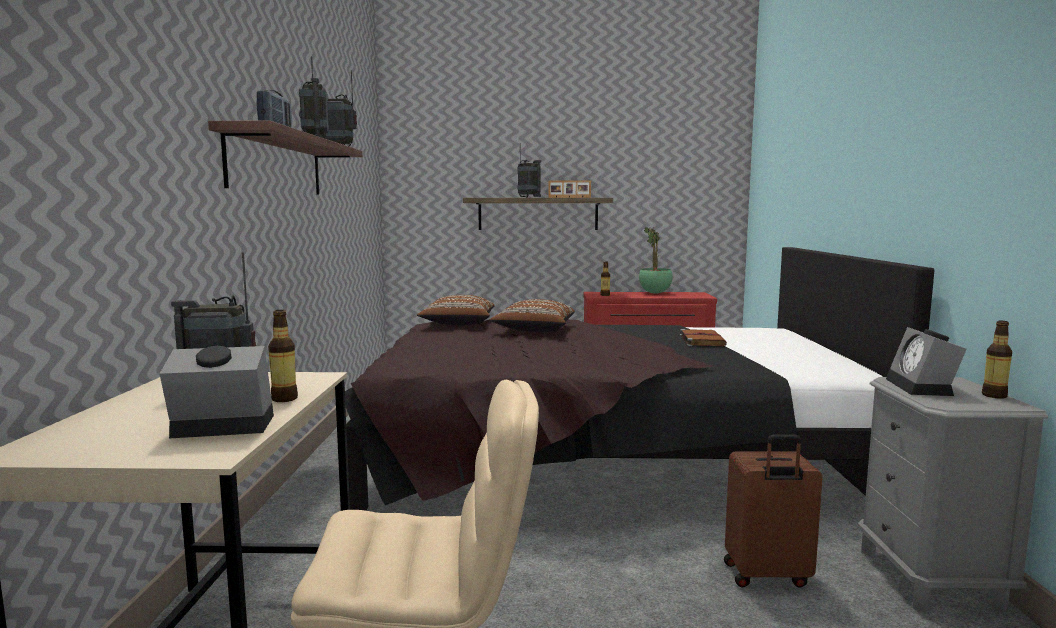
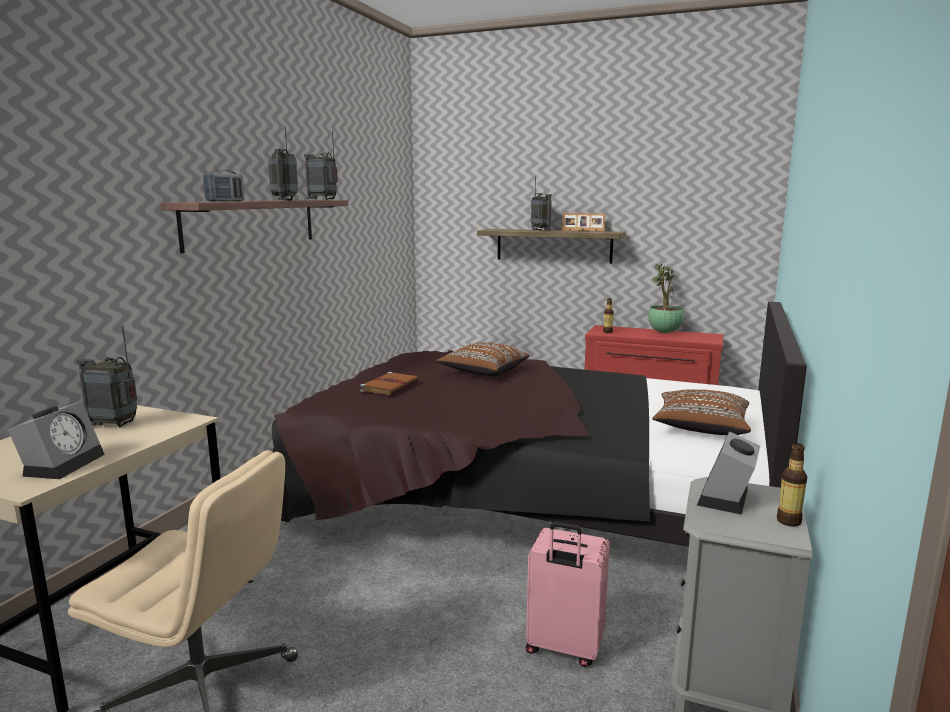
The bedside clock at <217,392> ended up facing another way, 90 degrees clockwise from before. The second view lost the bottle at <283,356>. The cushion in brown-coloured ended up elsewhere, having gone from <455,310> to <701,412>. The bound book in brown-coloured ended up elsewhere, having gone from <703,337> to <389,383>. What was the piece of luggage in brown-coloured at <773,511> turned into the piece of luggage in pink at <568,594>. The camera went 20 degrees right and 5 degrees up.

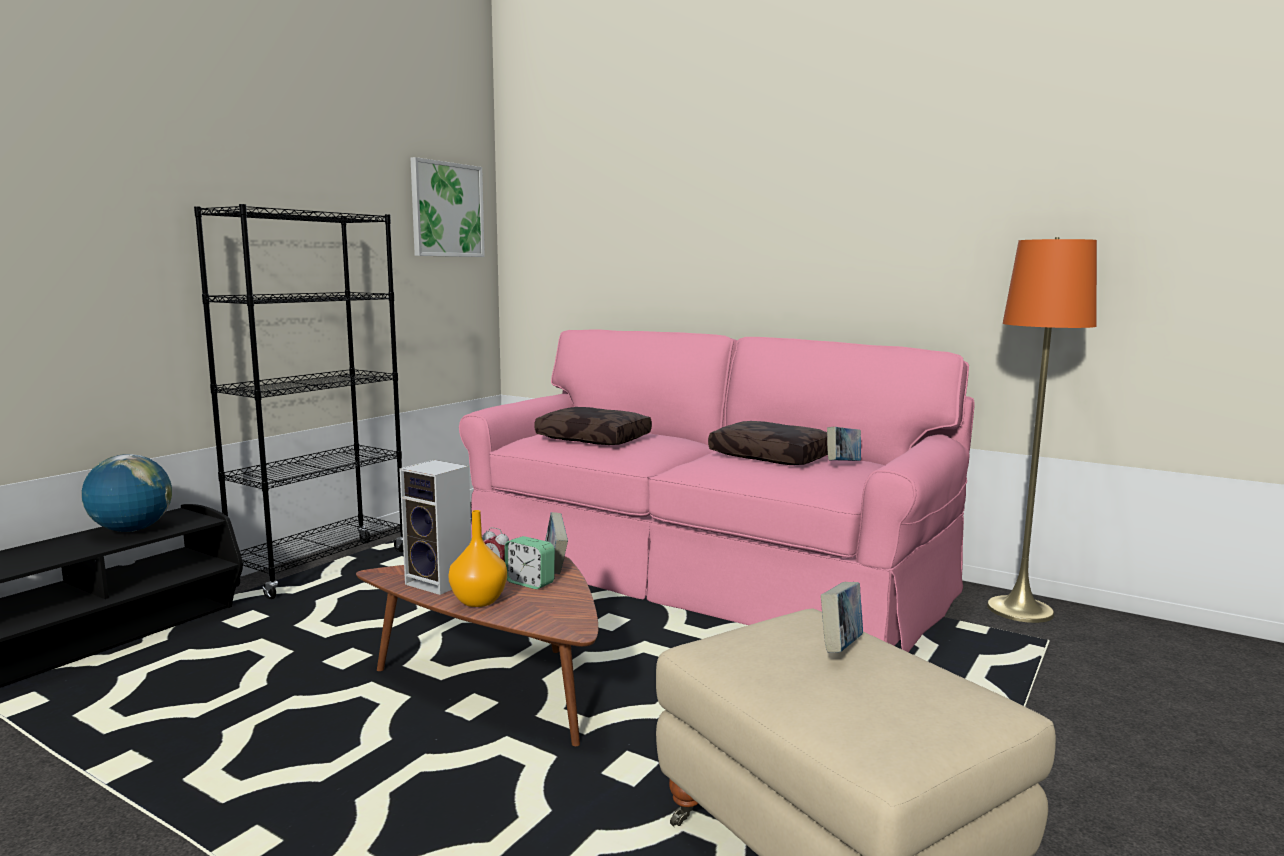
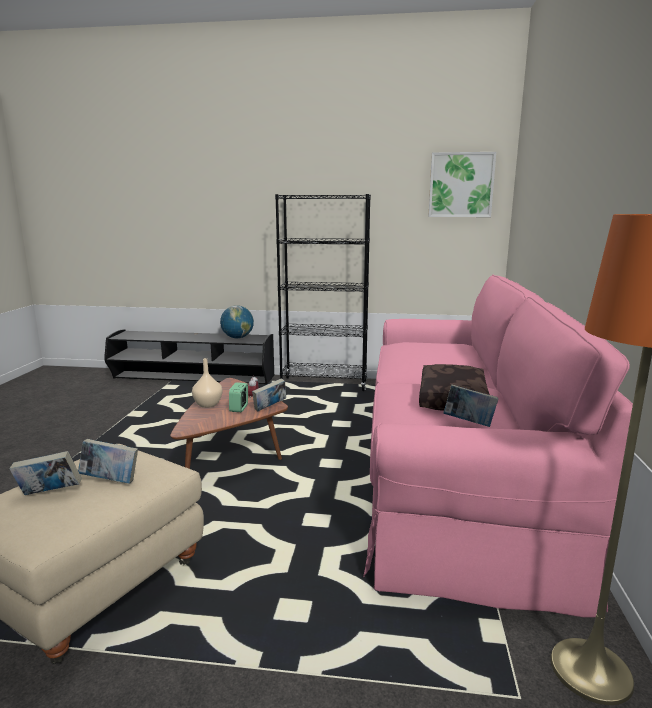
The second view lost the speaker at <435,527>. What was the vase in orange-coloured at <477,558> turned into the vase in sand-coloured at <207,383>. The second view lost the cushion in brown-coloured at <593,426>. The second view gained the bound book at <46,473>. The camera went 65 degrees right and 5 degrees up.

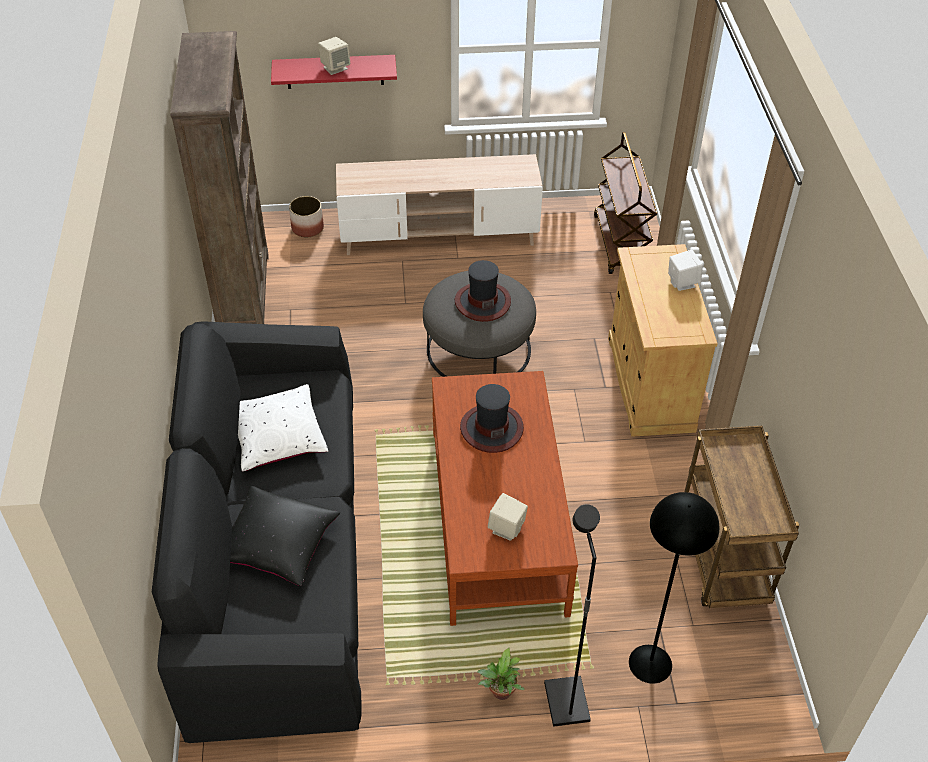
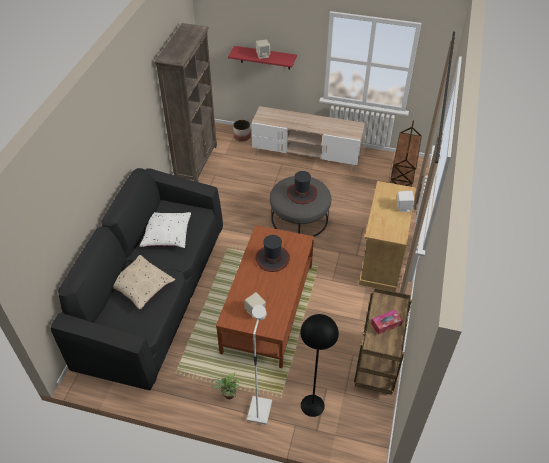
What was the cushion in blackish at <285,536> turned into the cushion in sand-coloured at <144,282>. What was the standard lamp in blackish at <572,615> turned into the standard lamp in white-coloured at <259,365>. The second view gained the tissue box at <387,322>. The camera went 20 degrees right and 0 degrees up.

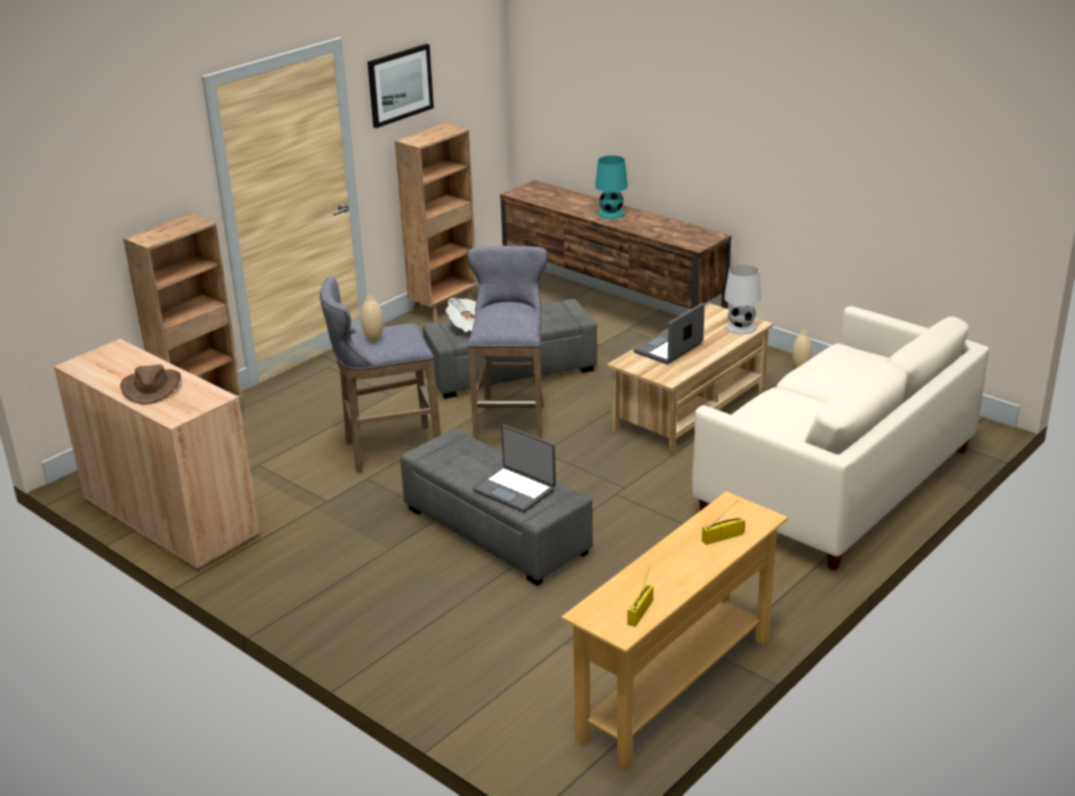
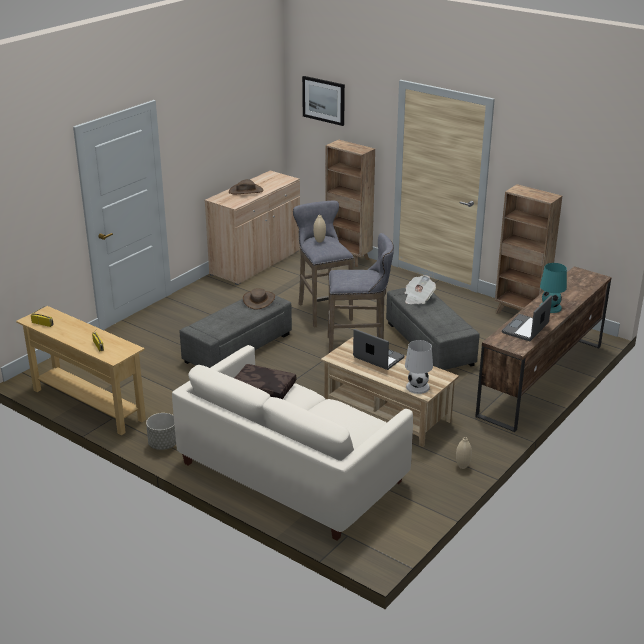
The wall art ended up elsewhere, having gone from <400,86> to <323,101>. The laptop ended up elsewhere, having gone from <514,469> to <527,318>. The second view gained the planter in gray at <161,431>. The second view gained the cushion in brown-coloured at <265,381>. The second view gained the wearable hat in brown-coloured at <259,298>. The camera went 85 degrees right and 0 degrees up.

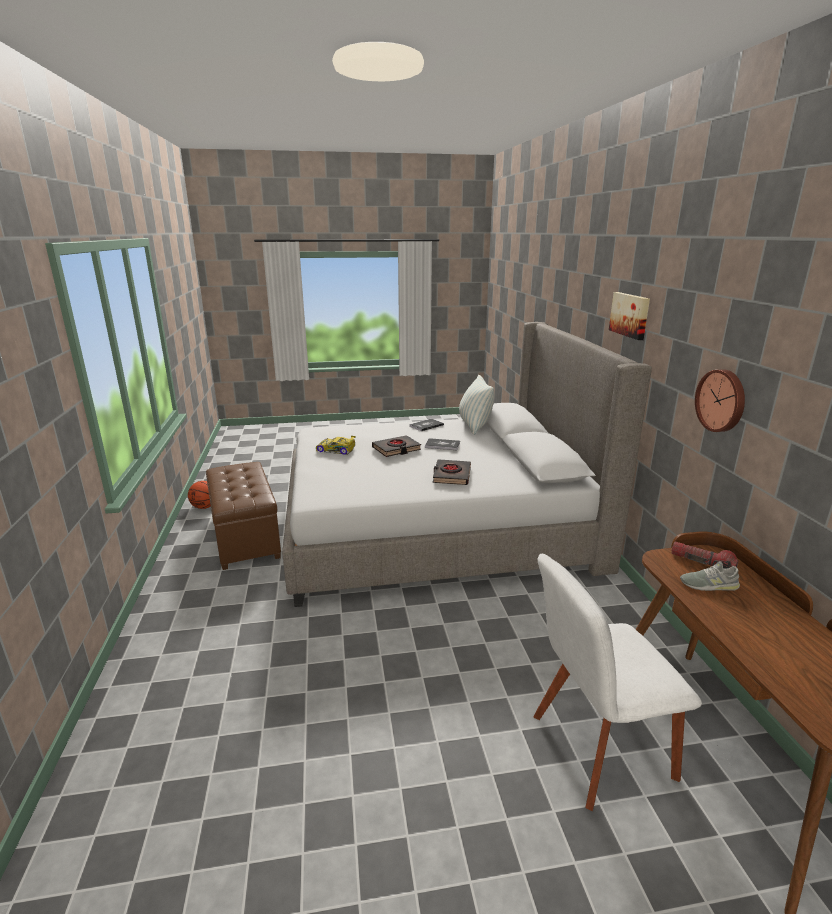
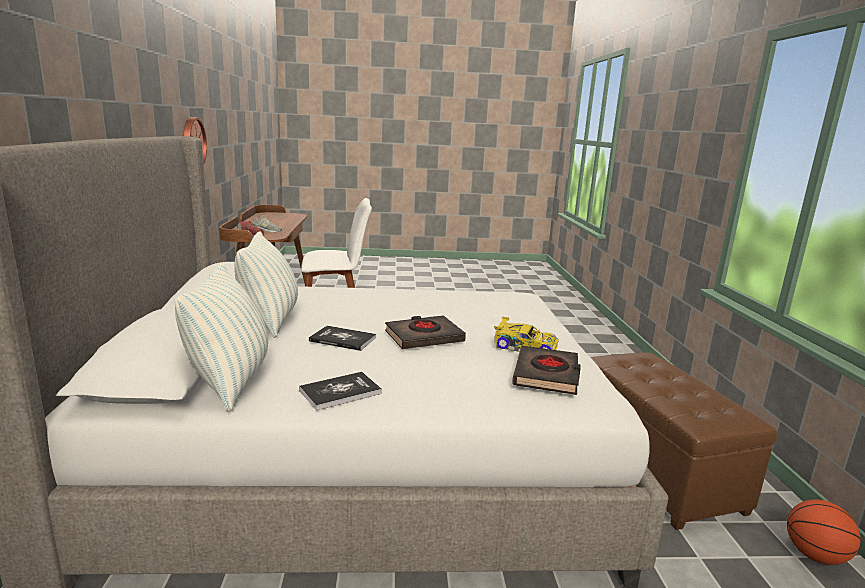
The bound book in blackish ended up elsewhere, having gone from <451,472> to <546,370>. The second view lost the wall art at <629,316>. The second view gained the cushion at <266,284>. The camera went 175 degrees left and 5 degrees down.

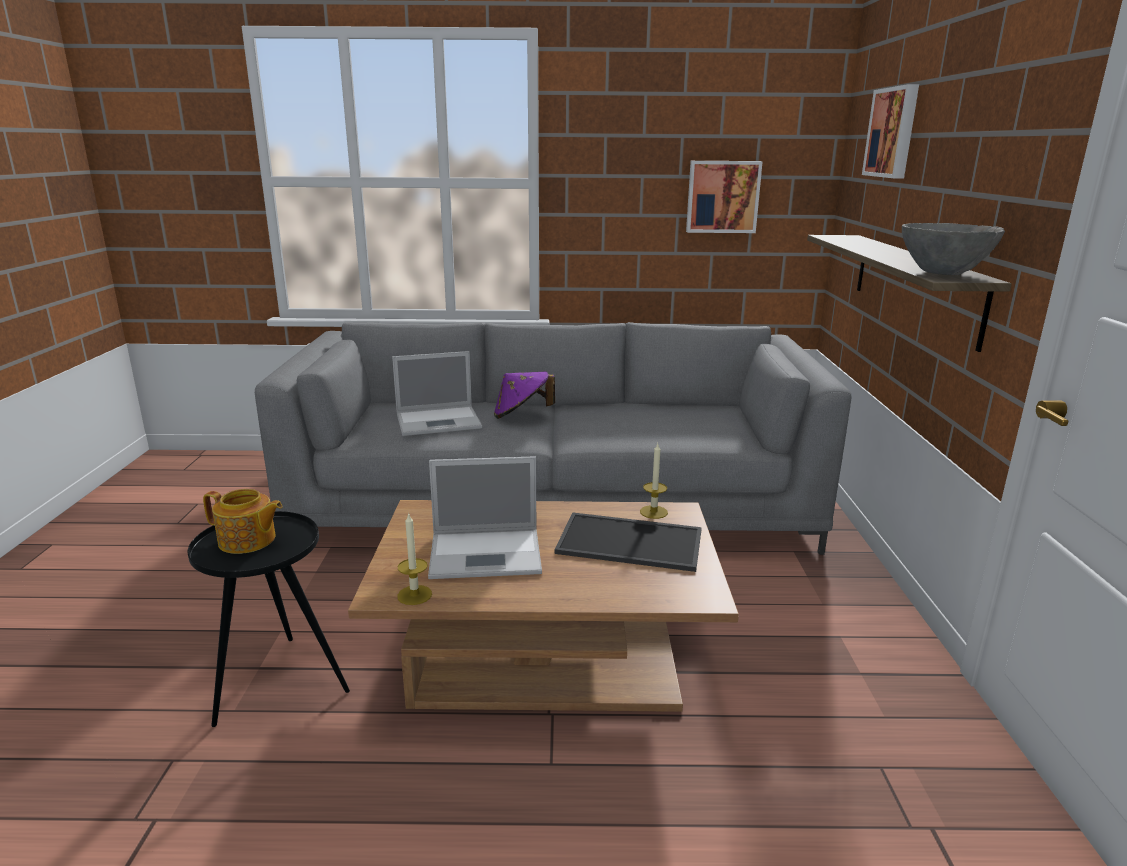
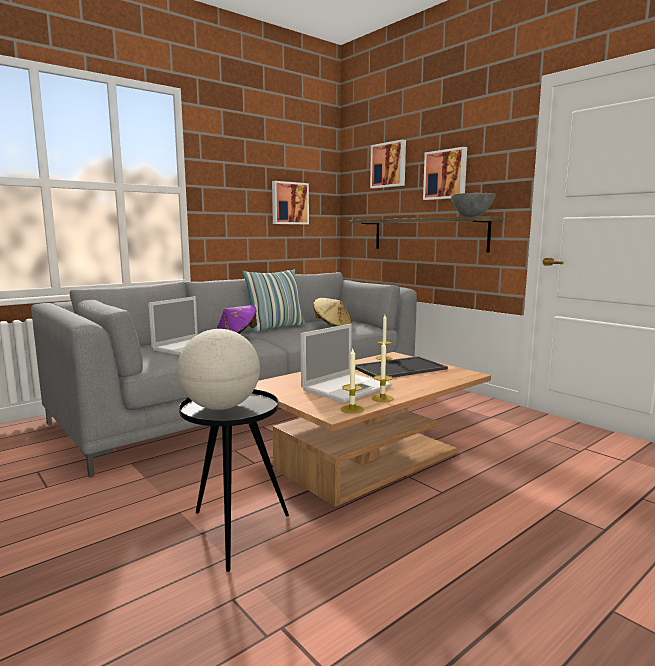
Where the teapot stood at <243,521>, the desk globe came to stand at <218,369>. The second view gained the cushion at <274,301>. The second view gained the wearable hat in sand-coloured at <332,312>. The second view gained the candle at <383,371>. The second view gained the wall art at <445,173>. The camera went 40 degrees left and 10 degrees down.

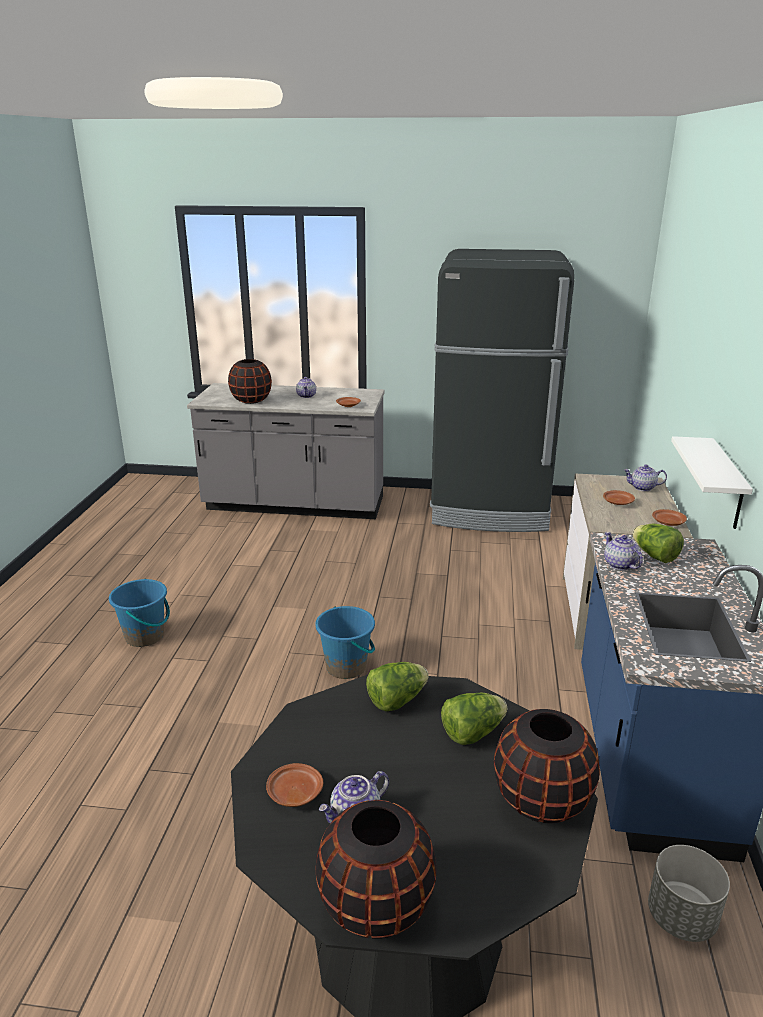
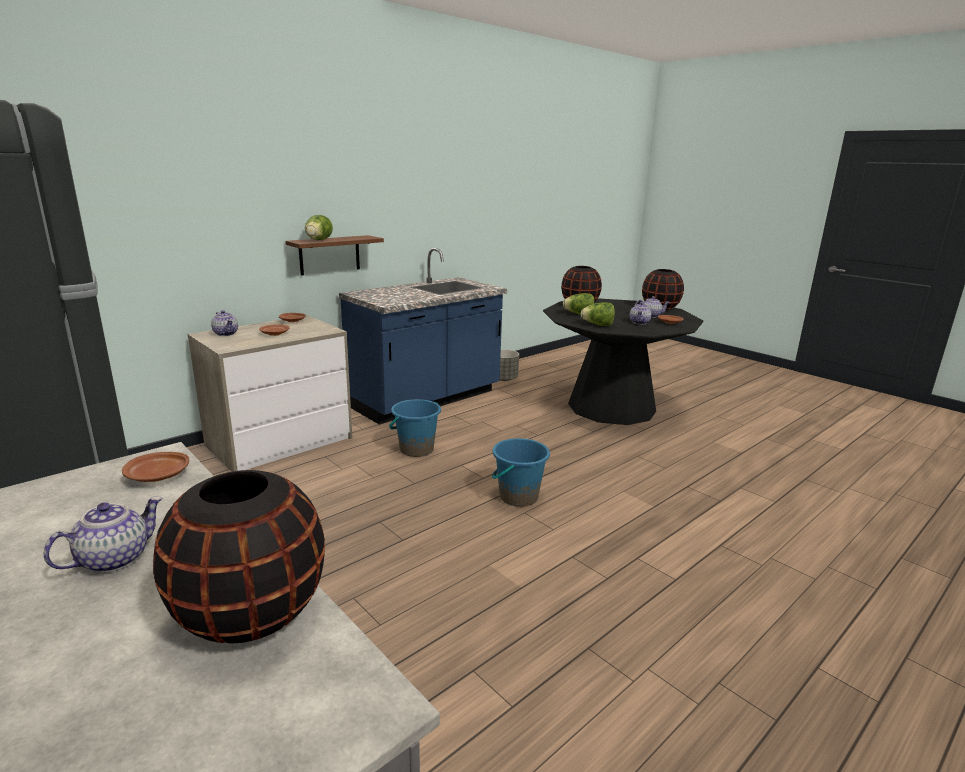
The bucket in bluish ended up elsewhere, having gone from <139,612> to <415,428>. The teapot ended up elsewhere, having gone from <623,551> to <640,313>. The head of lettuce ended up elsewhere, having gone from <658,543> to <319,227>. What was the bracket shelf in white-coloured at <712,482> turned into the bracket shelf in brown-coloured at <335,255>. The camera went 140 degrees left and 5 degrees down.

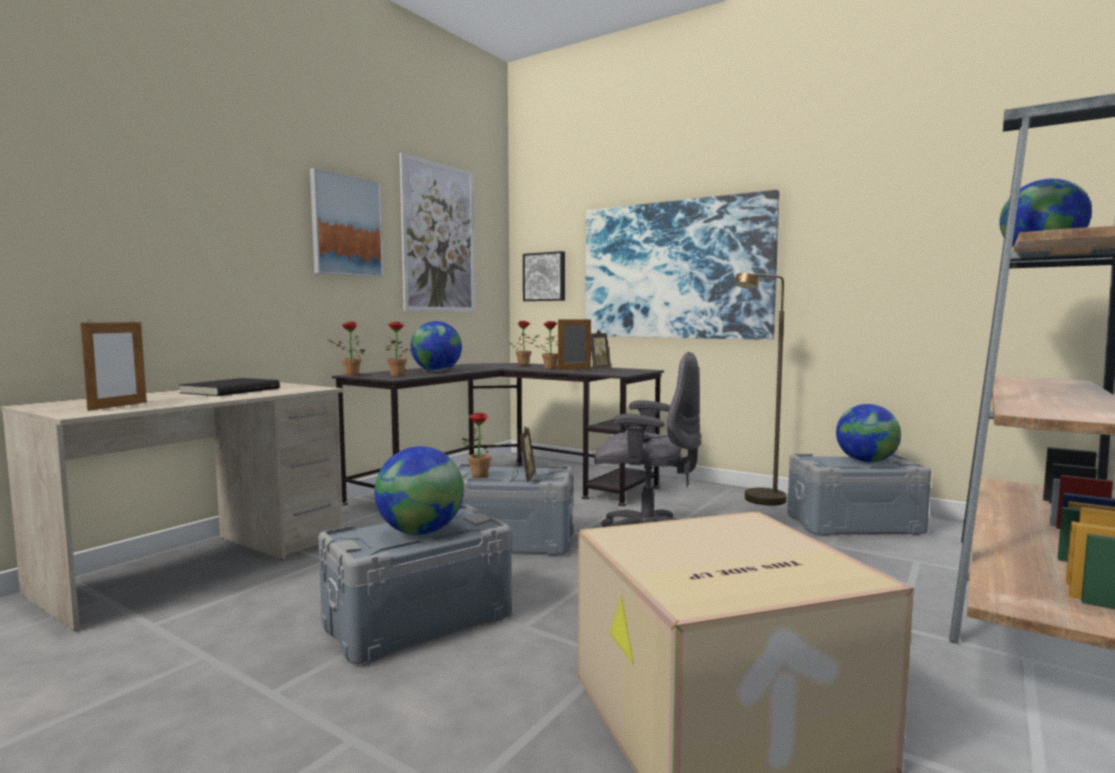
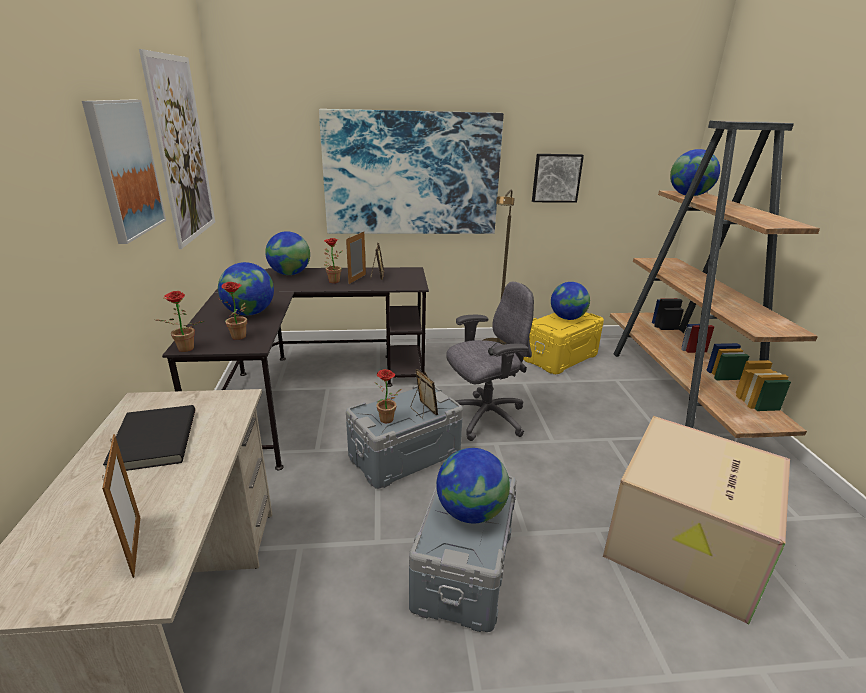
Where the plant in a pot stood at <523,343>, the desk globe came to stand at <287,253>. The wall art ended up elsewhere, having gone from <544,276> to <558,178>. What was the storage bin in gray at <859,494> turned into the storage bin in yellow at <563,343>. The camera went 40 degrees left and 20 degrees up.

